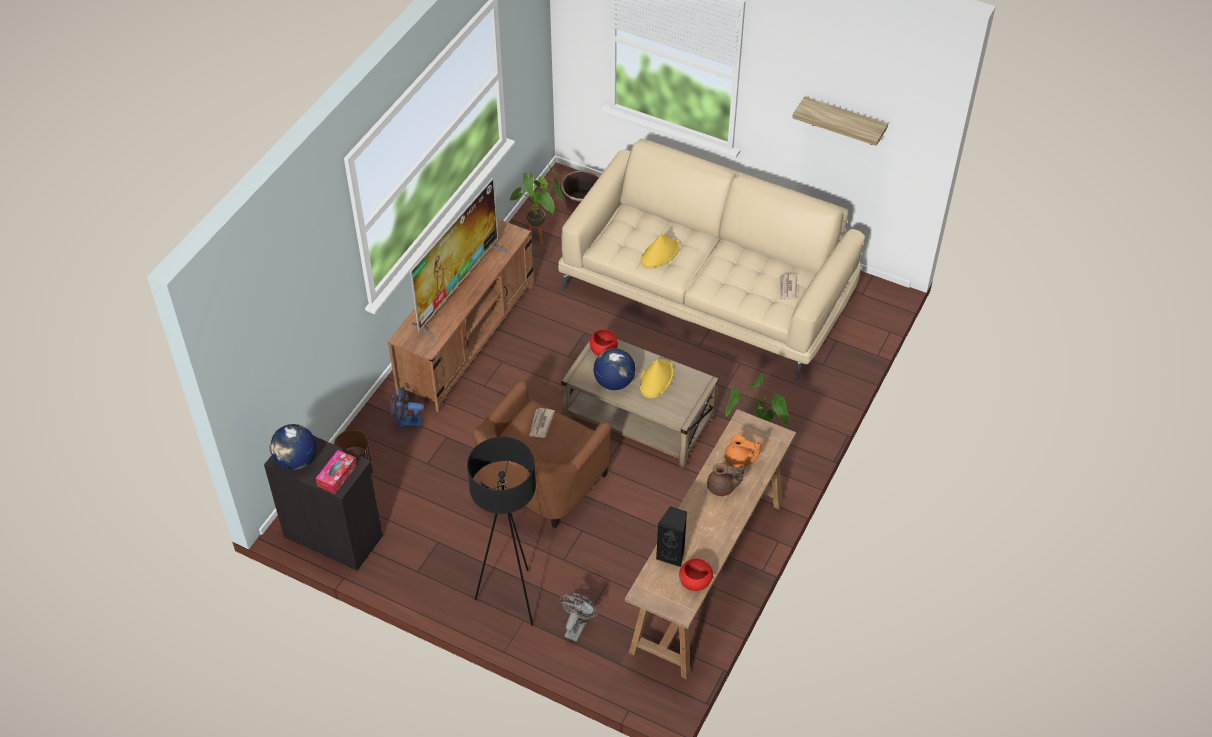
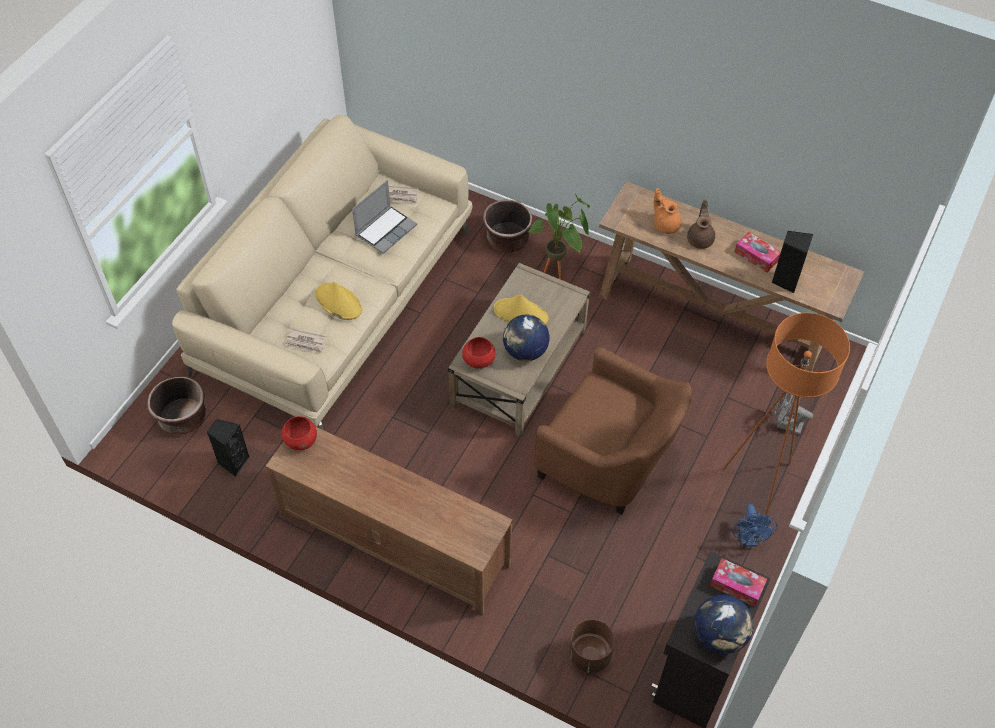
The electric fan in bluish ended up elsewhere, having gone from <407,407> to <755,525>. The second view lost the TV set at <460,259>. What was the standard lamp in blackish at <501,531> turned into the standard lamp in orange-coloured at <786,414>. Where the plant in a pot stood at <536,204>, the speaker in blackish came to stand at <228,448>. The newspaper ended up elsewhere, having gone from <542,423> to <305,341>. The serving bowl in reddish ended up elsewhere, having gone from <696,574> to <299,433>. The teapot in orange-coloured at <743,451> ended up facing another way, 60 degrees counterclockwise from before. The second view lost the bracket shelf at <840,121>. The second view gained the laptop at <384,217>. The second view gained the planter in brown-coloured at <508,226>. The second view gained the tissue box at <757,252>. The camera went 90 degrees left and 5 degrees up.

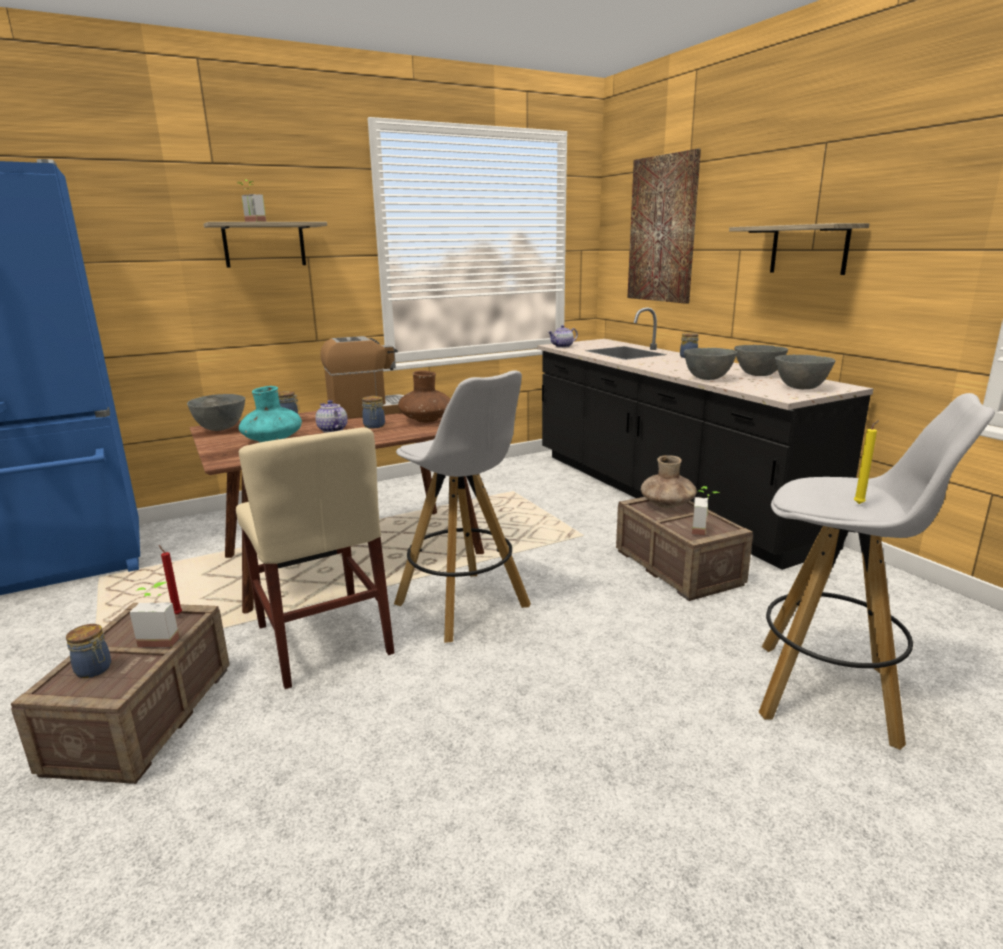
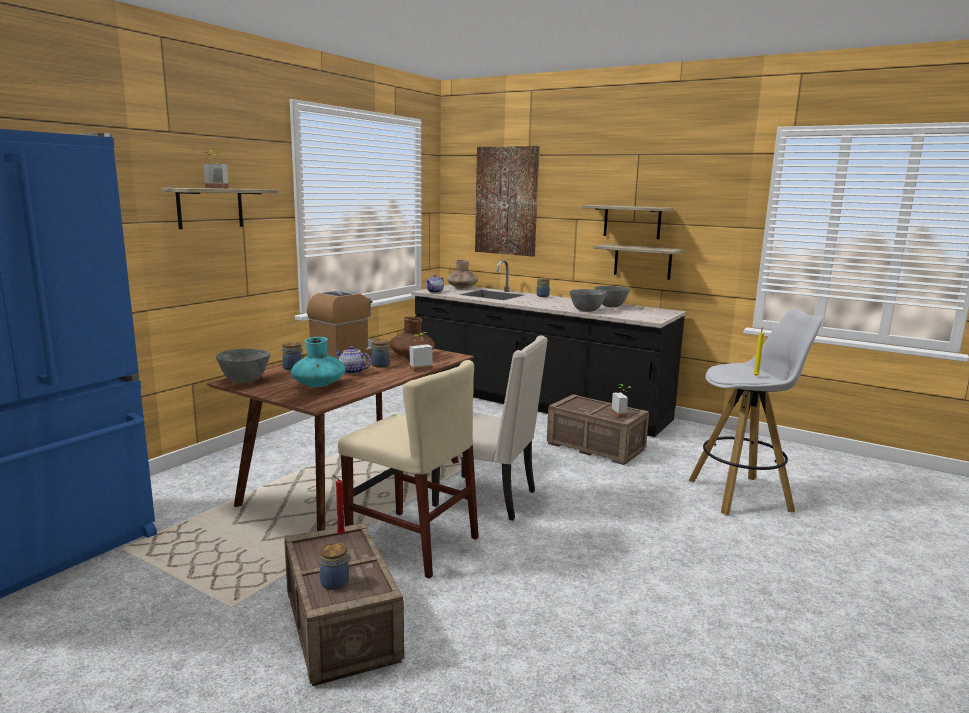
The plant in a pot ended up elsewhere, having gone from <155,614> to <421,352>. Where the stool seat in white-coloured stood at <462,506>, the plain chair in sand-coloured came to stand at <489,428>. The vase in brown-coloured ended up elsewhere, having gone from <669,481> to <462,274>. The second view lost the serving bowl in gray at <805,372>. The second view gained the bracket shelf at <639,262>. The camera went 30 degrees left and 5 degrees down.

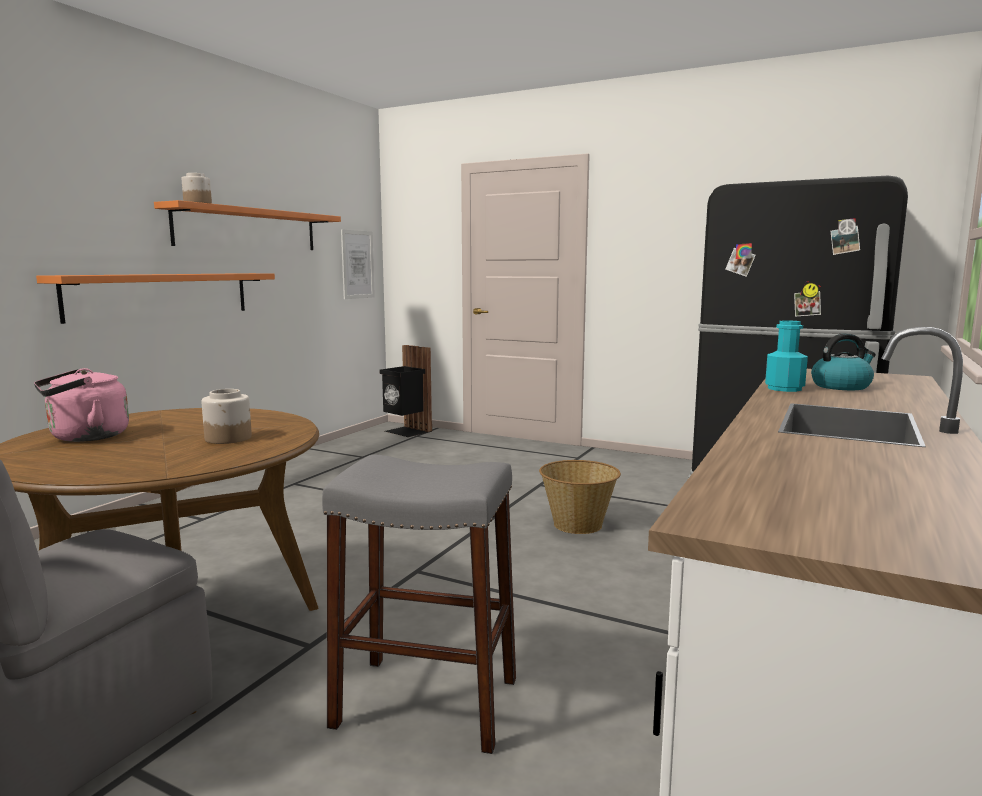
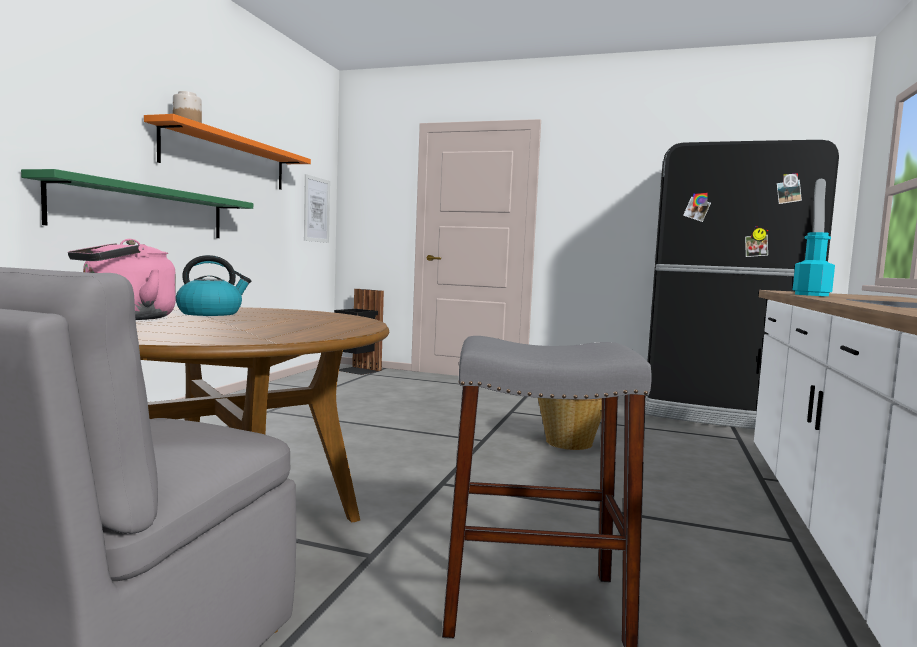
What was the bracket shelf in orange-coloured at <155,298> turned into the bracket shelf in greenish at <137,203>. The second view lost the preserve jar at <227,416>. The tea kettle ended up elsewhere, having gone from <843,362> to <213,285>. The camera went 10 degrees left and 5 degrees down.

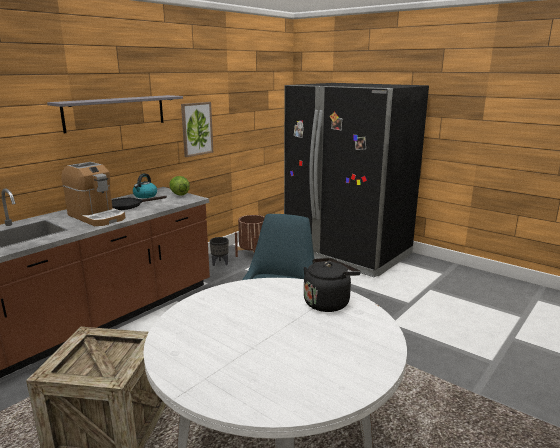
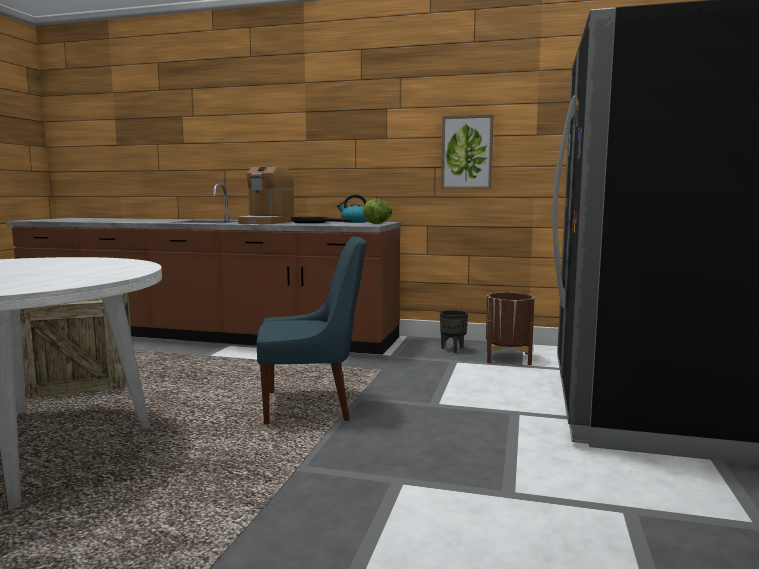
The second view lost the bracket shelf in gray at <115,114>. The second view lost the tea kettle in blackish at <332,285>. The camera went 65 degrees right and 10 degrees down.

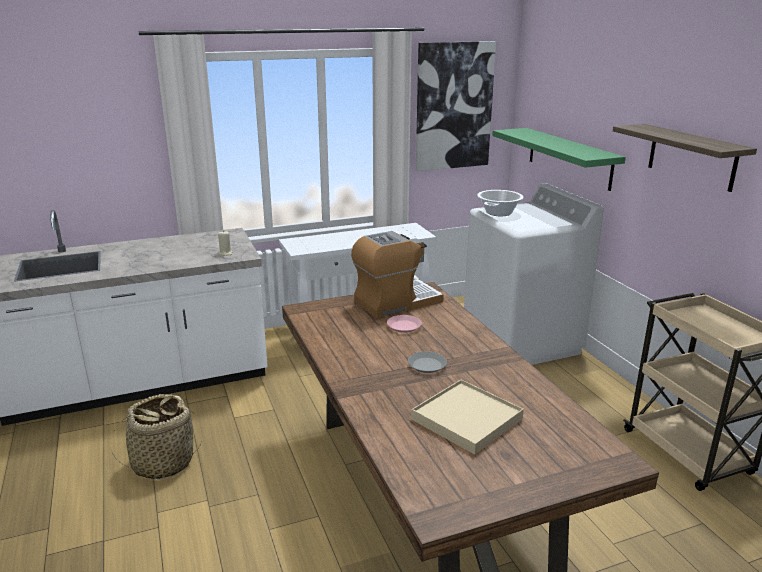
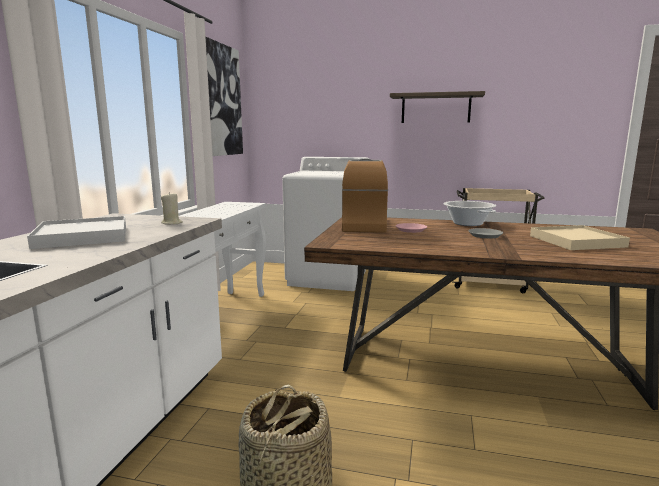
The saucepot ended up elsewhere, having gone from <500,203> to <470,213>. The second view lost the bracket shelf in greenish at <559,159>. The second view gained the carrying tray in white-coloured at <76,232>. The camera went 55 degrees left and 10 degrees down.

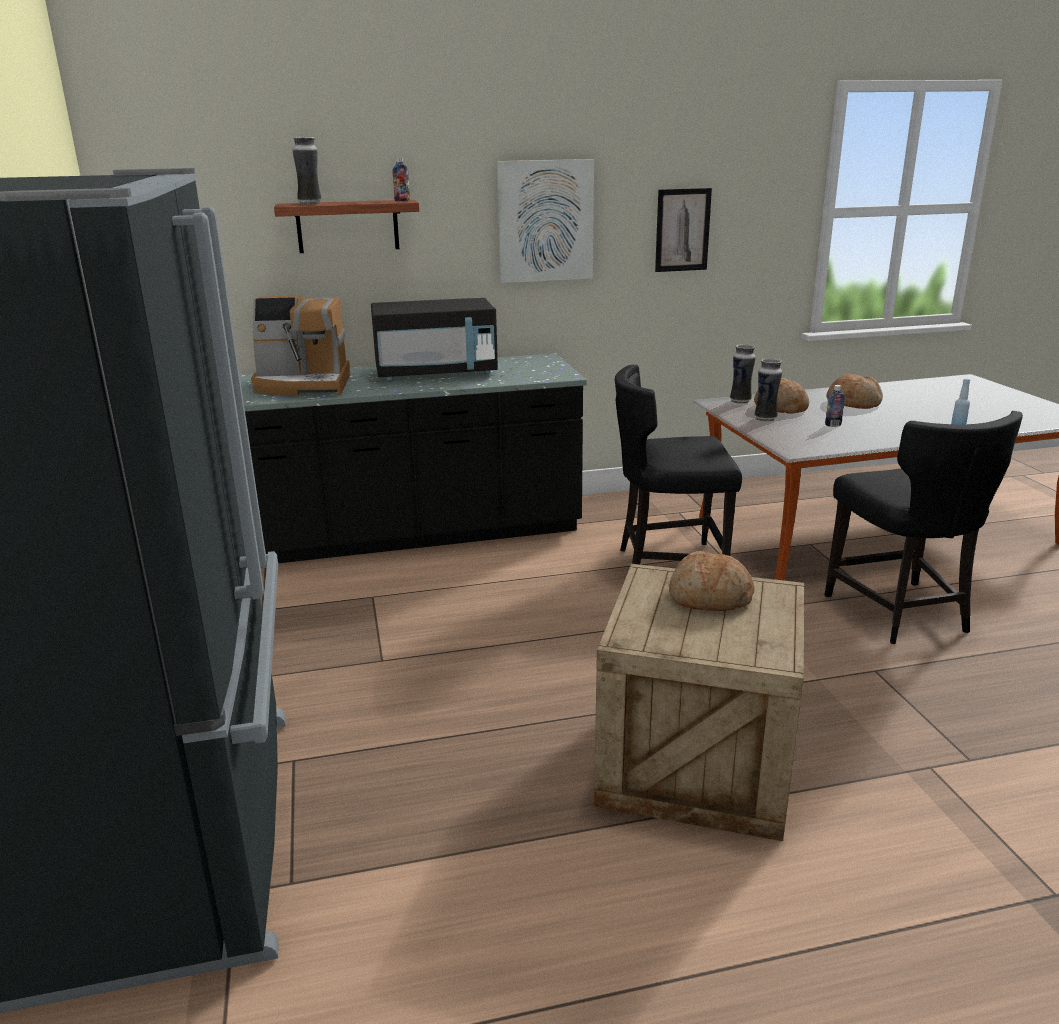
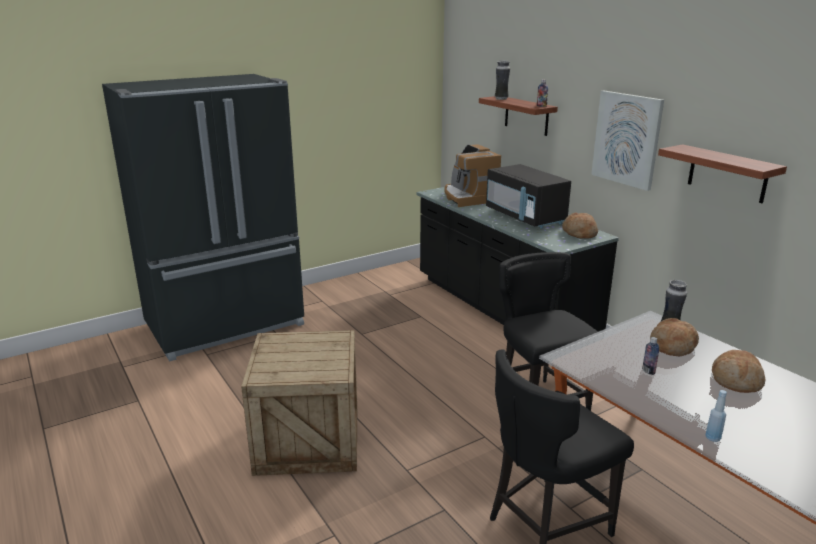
Where the wall art hung at <683,230>, the bracket shelf came to hang at <722,173>. The bakery bread ended up elsewhere, having gone from <712,581> to <580,225>. The second view lost the vase at <768,390>. The camera went 70 degrees right and 0 degrees up.

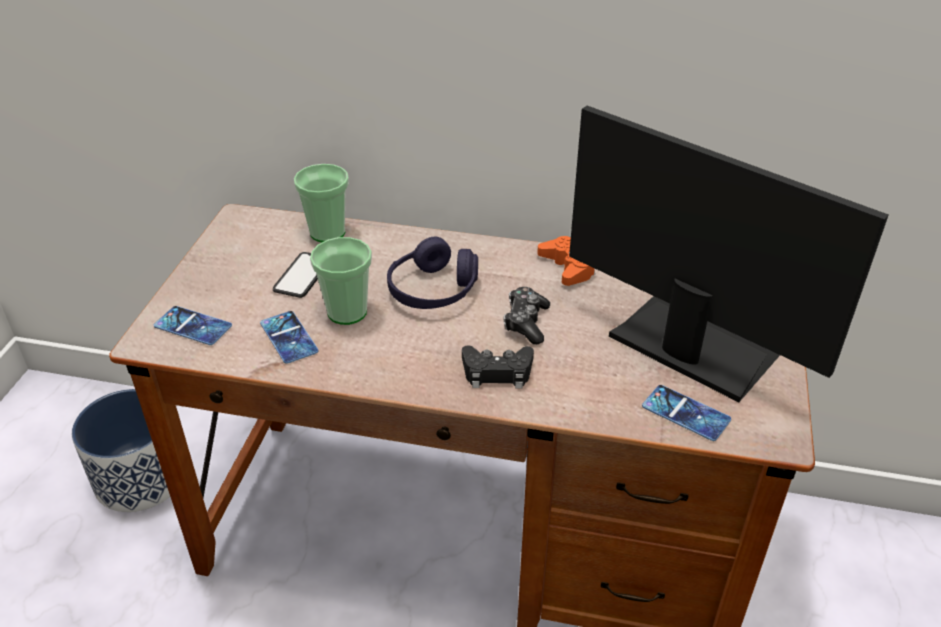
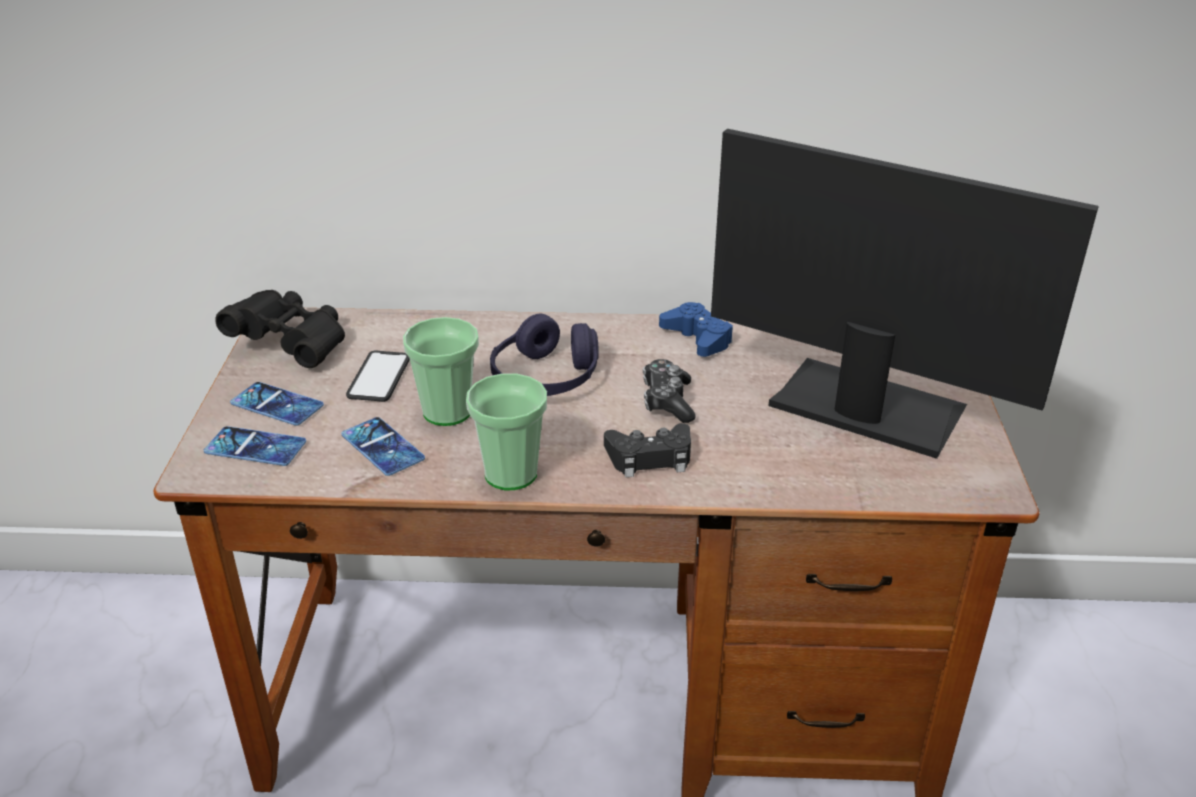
The second view lost the planter at <121,450>. The cup ended up elsewhere, having gone from <321,203> to <506,431>. What was the gamepad in orange-coloured at <566,261> turned into the gamepad in bluish at <696,329>. The phone ended up elsewhere, having gone from <686,413> to <277,404>. The second view gained the field glasses in blackish at <280,329>. The camera went 10 degrees left and 5 degrees down.

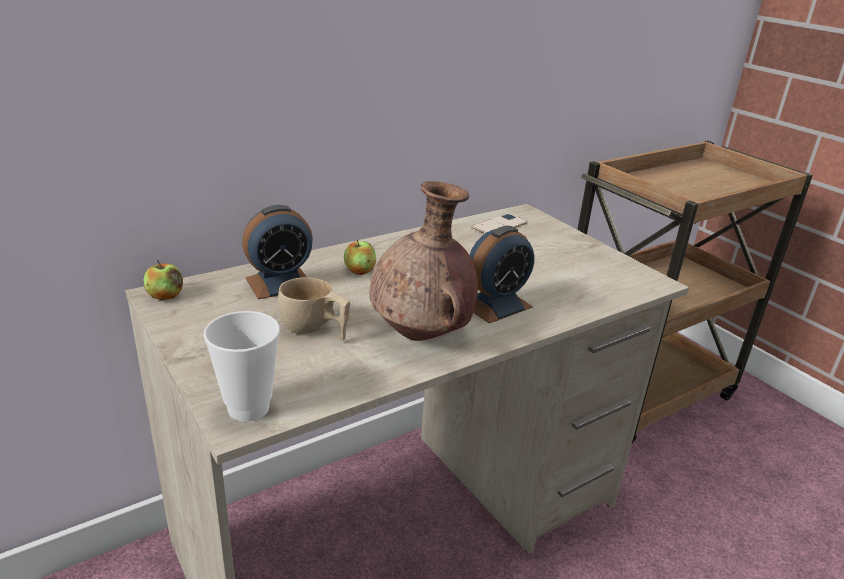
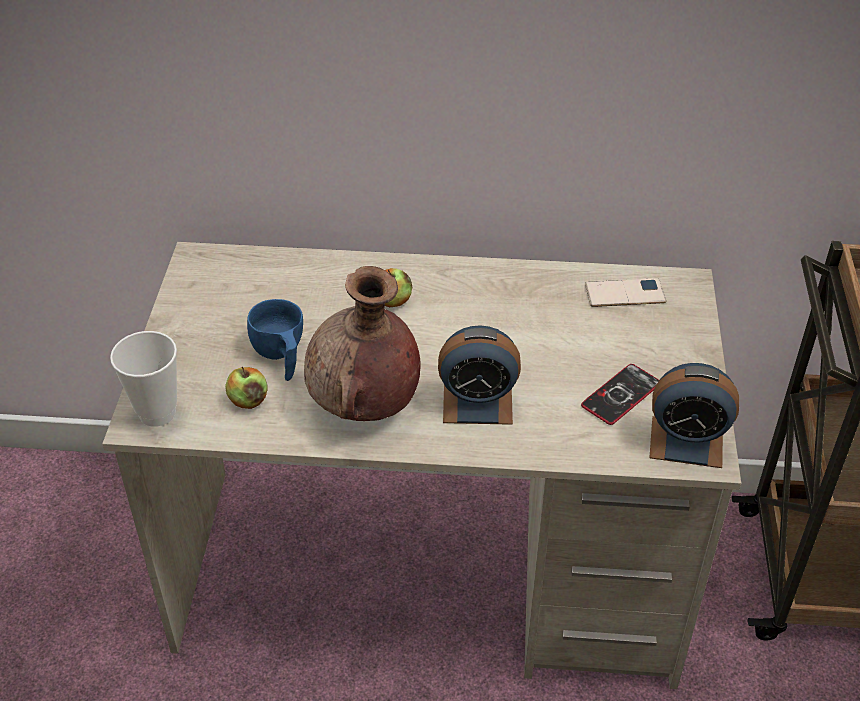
The apple fruit ended up elsewhere, having gone from <163,280> to <246,388>. The bedside clock ended up elsewhere, having gone from <277,252> to <694,415>. What was the cup in sand-coloured at <314,308> turned into the cup in bluish at <275,340>. The second view gained the phone at <620,394>. The camera went 40 degrees right and 15 degrees up.

